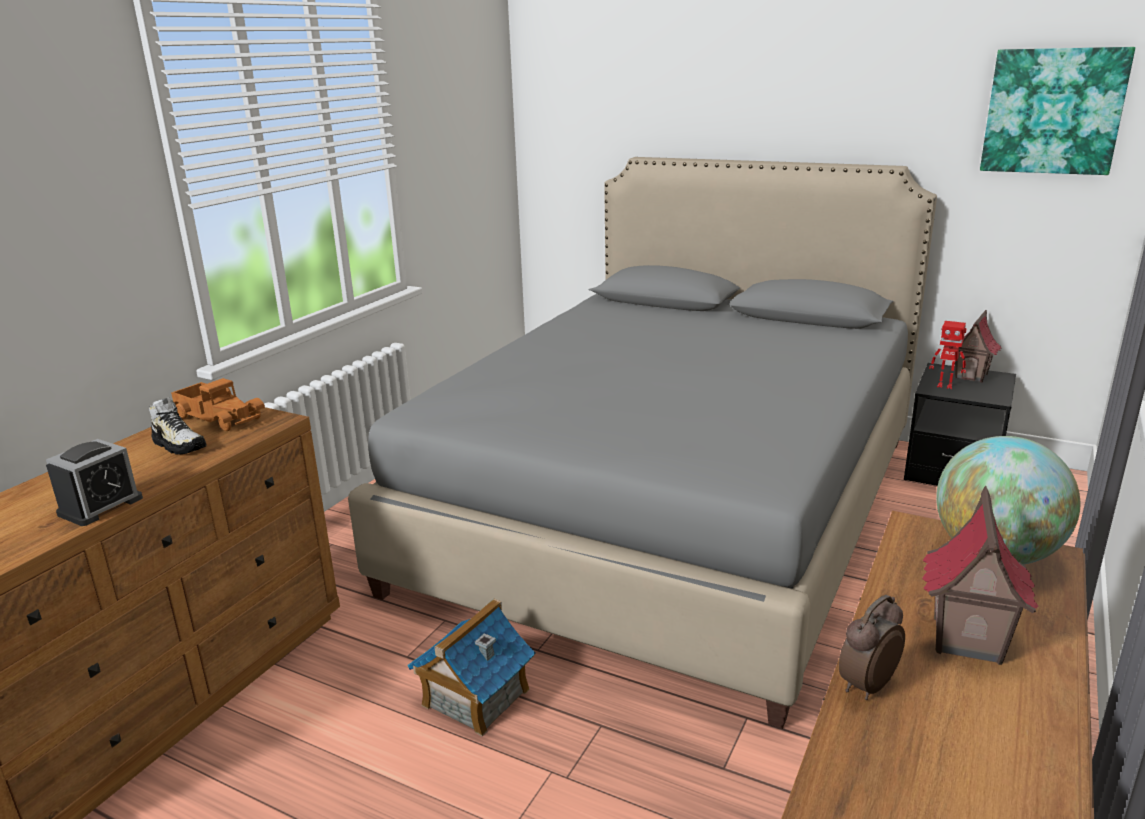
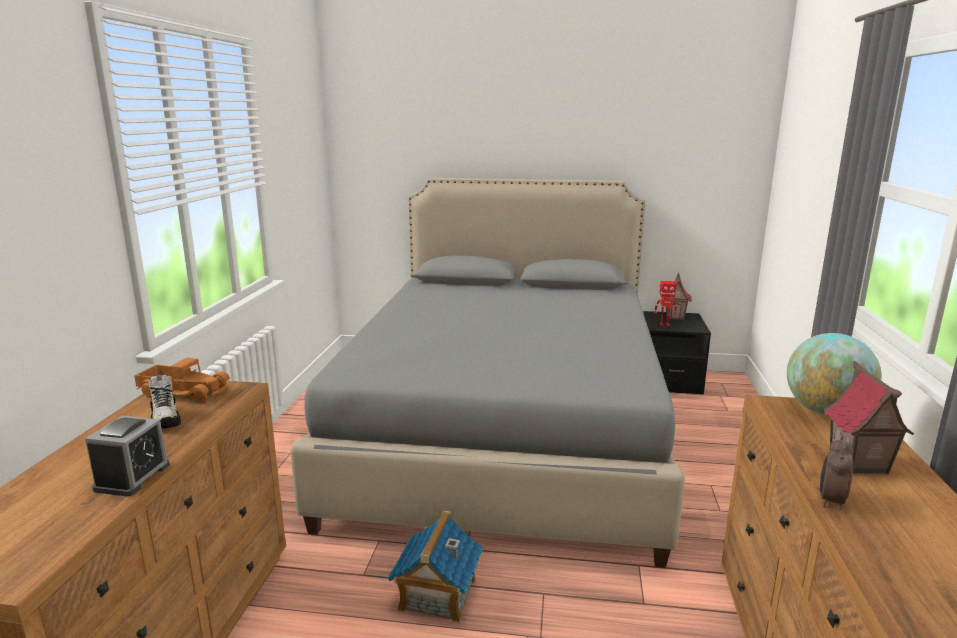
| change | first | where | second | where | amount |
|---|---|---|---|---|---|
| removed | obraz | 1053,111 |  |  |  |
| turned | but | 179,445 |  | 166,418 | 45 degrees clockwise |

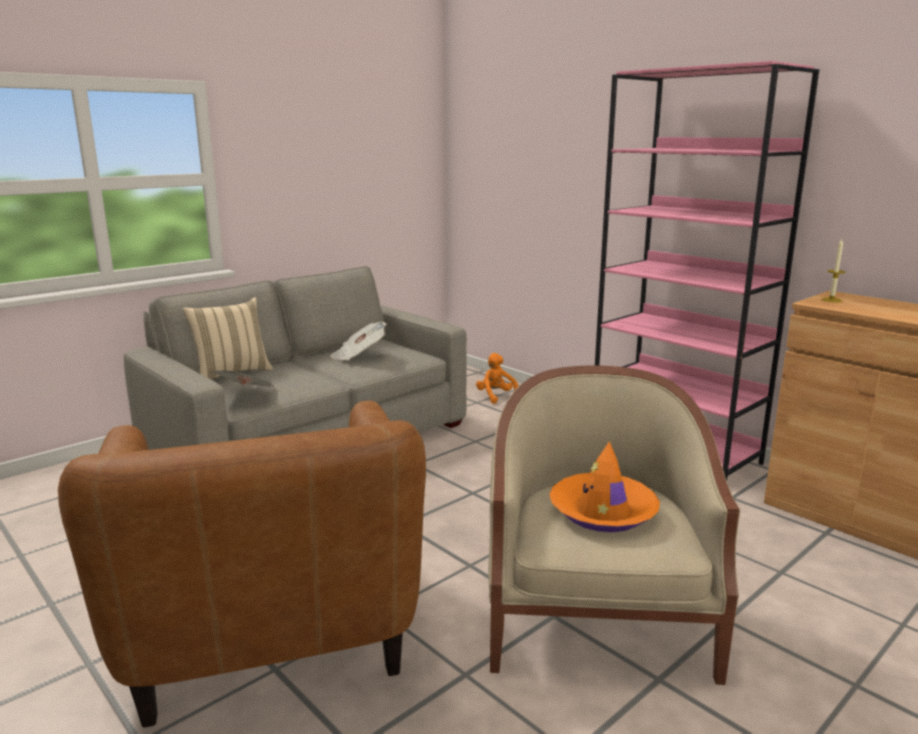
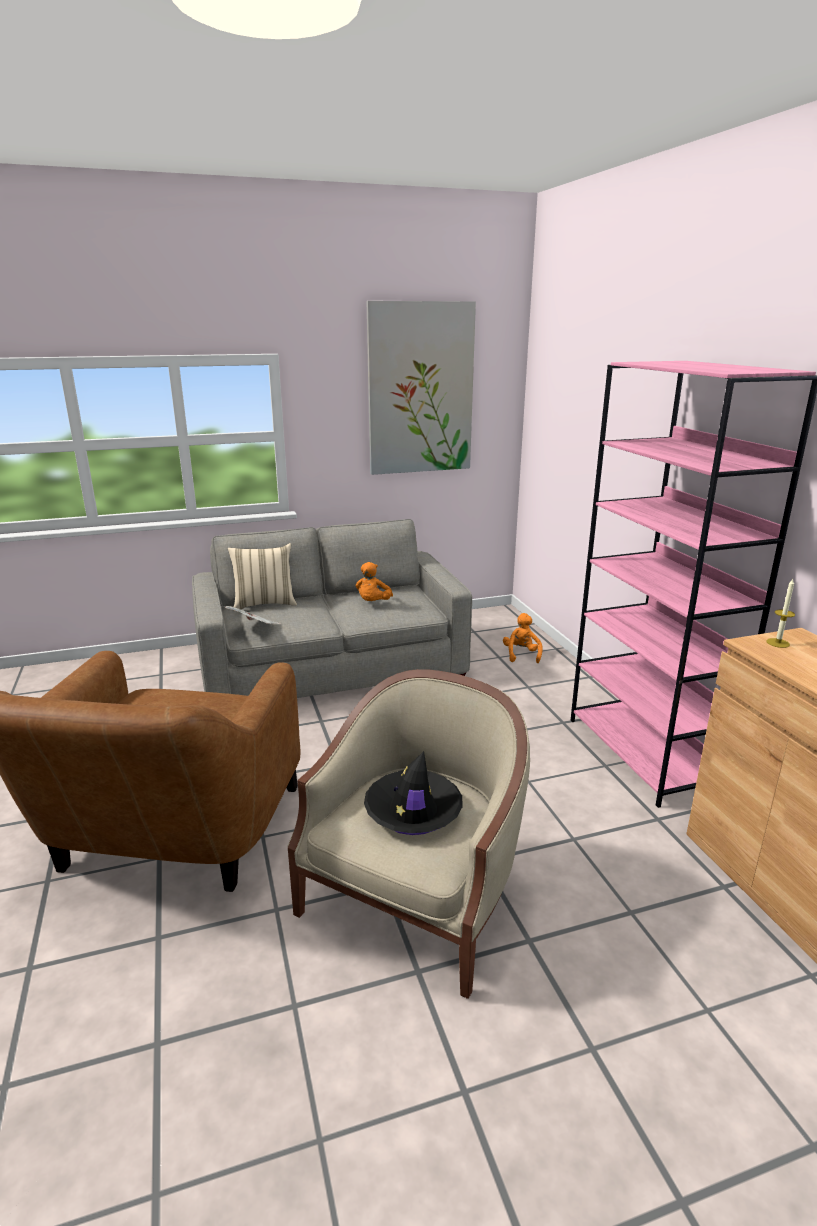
| change | first | where | second | where | amount |
|---|---|---|---|---|---|
| added |  |  | obraz | 420,389 |  |
| replaced | gazeta | 358,356 | pluszak/pomarańczowy | 373,603 |  |
| recoloured | kapelusz/pomarańczowy | 603,512 | kapelusz/czarny | 413,811 |  |

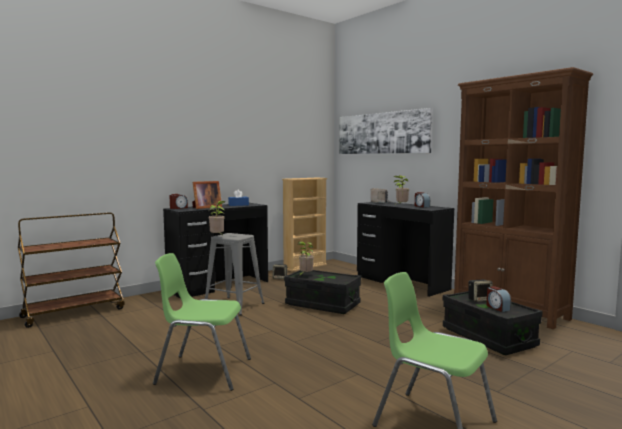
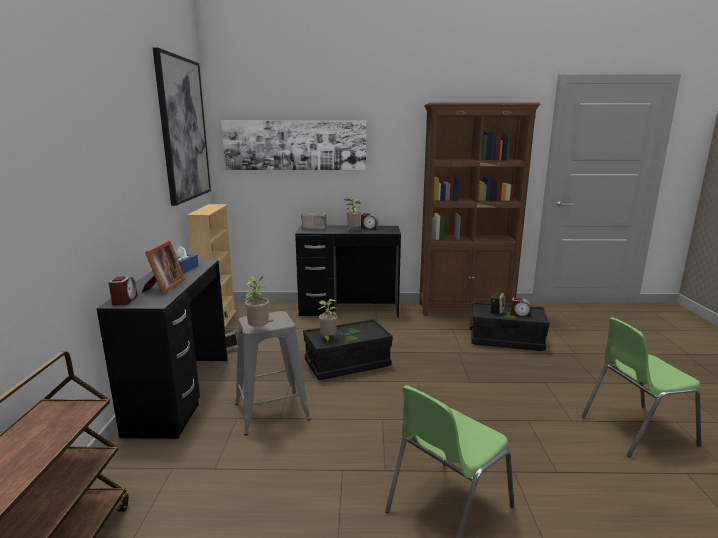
| change | first | where | second | where | amount |
|---|---|---|---|---|---|
| added |  |  | obraz | 183,129 |  |

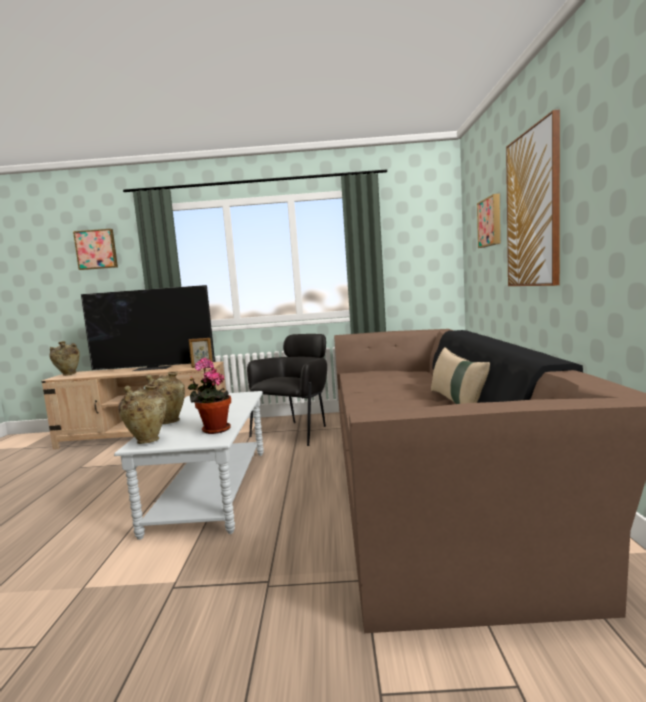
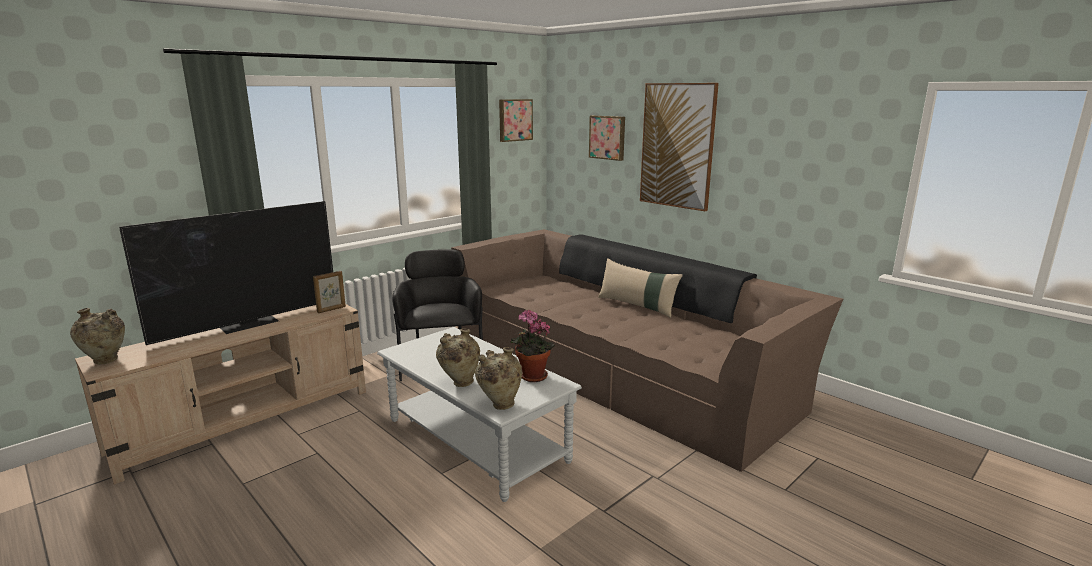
| change | first | where | second | where | amount |
|---|---|---|---|---|---|
| moved | obraz | 96,249 |  | 514,120 |  |

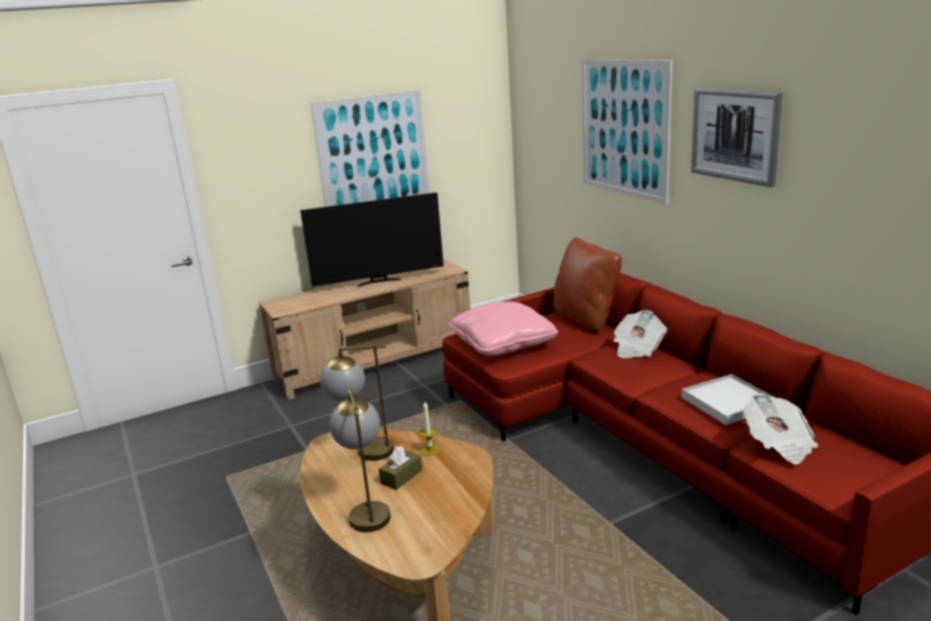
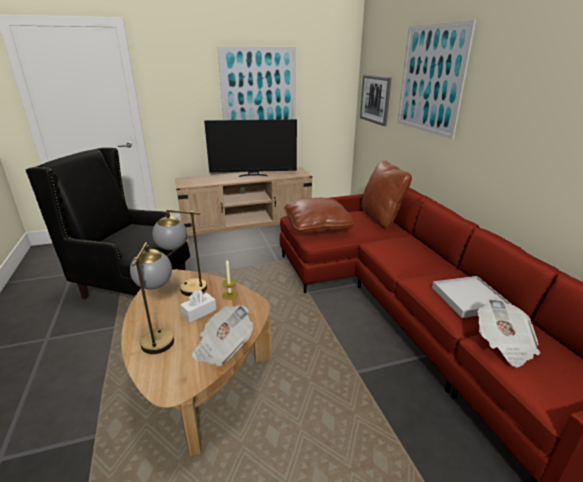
| change | first | where | second | where | amount |
|---|---|---|---|---|---|
| added |  |  | fotel/czarny | 134,288 |  |
| moved | gazeta | 637,348 |  | 223,347 |  |
| moved | obraz | 734,135 |  | 375,99 |  |
| recoloured | pudełko chusteczek/brązowy | 401,476 | pudełko chusteczek/biały | 199,312 |  |
| recoloured | poduszka/różowy | 503,344 | poduszka/brązowy | 317,226 |  |

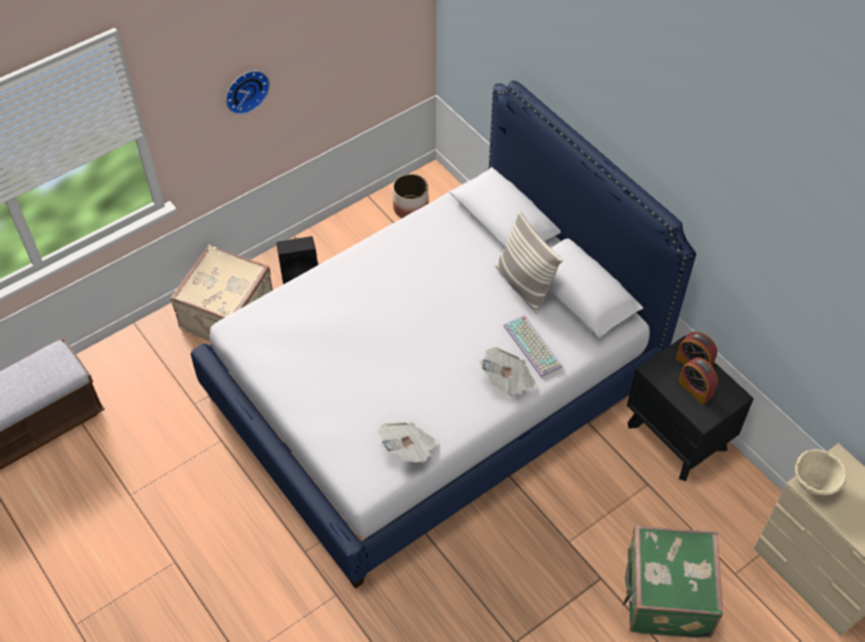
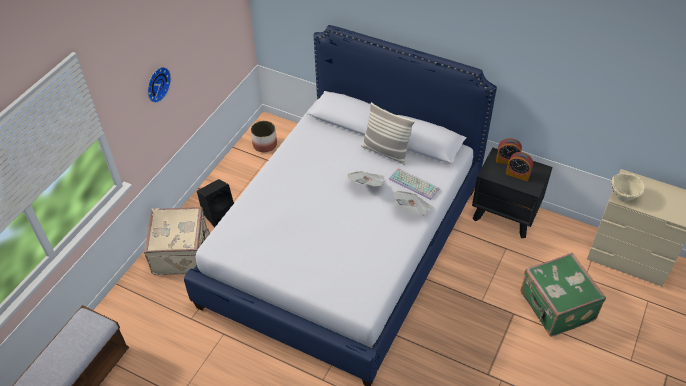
| change | first | where | second | where | amount |
|---|---|---|---|---|---|
| moved | gazeta | 409,449 |  | 367,185 |  |

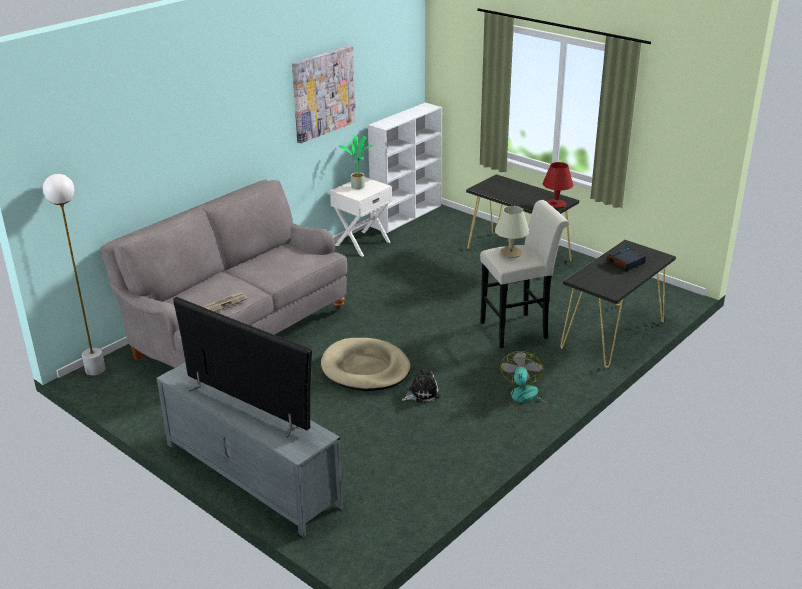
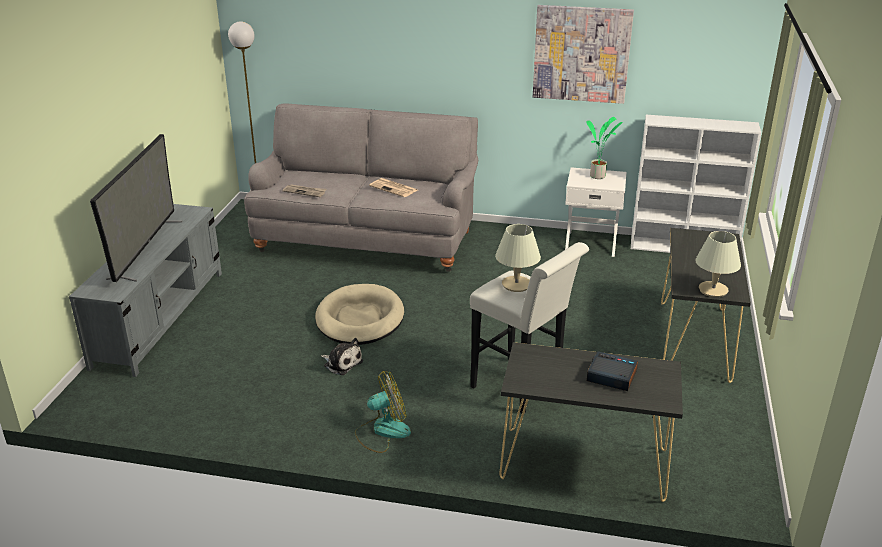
| change | first | where | second | where | amount |
|---|---|---|---|---|---|
| added |  |  | gazeta | 394,188 |  |
| recoloured | lampa stołowa/czerwony | 556,204 | lampa stołowa/beżowy | 713,290 |  |

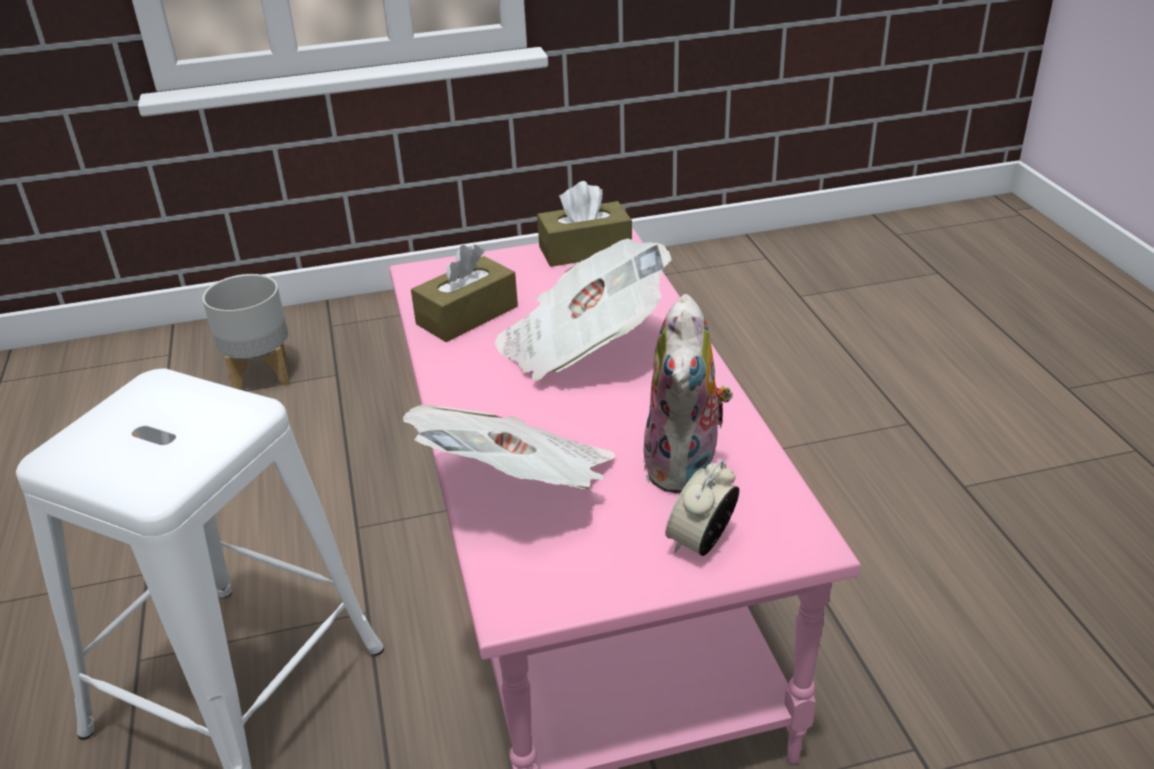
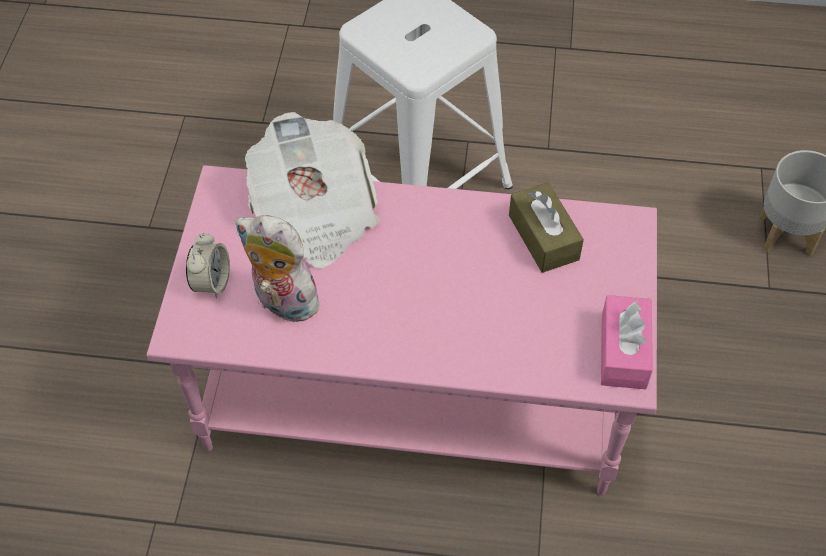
| change | first | where | second | where | amount |
|---|---|---|---|---|---|
| removed | gazeta | 581,347 |  |  |  |
| recoloured | pudełko chusteczek/brązowy | 585,250 | pudełko chusteczek/różowy | 623,351 |  |
| turned | budzik | 701,542 |  | 212,283 | 45 degrees clockwise |

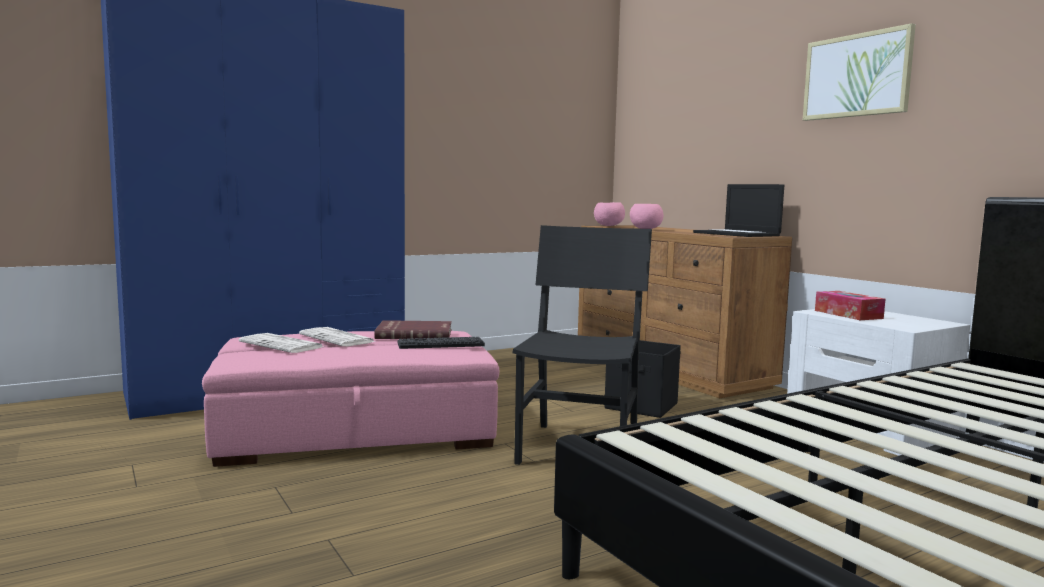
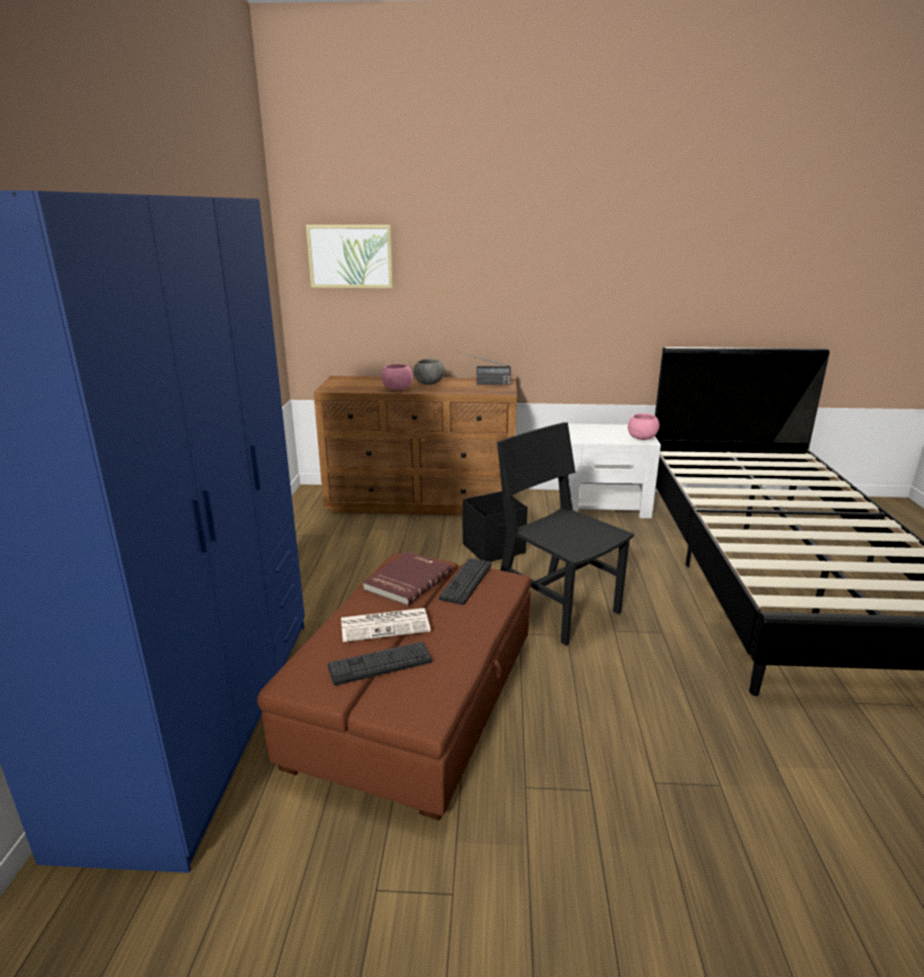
| change | first | where | second | where | amount |
|---|---|---|---|---|---|
| removed | pudełko chusteczek | 848,314 |  |  |  |
| added |  |  | miska/szary | 429,383 |  |
| moved | miska/różowy | 609,225 |  | 642,438 |  |
| moved | obraz | 857,76 |  | 350,256 |  |
| replaced | gazeta | 283,345 | klawiatura | 380,664 |  |
| replaced | laptop | 737,234 | radio | 484,384 |  |
| recoloured | pufa/różowy | 356,429 | pufa/brązowy | 415,697 |  |

